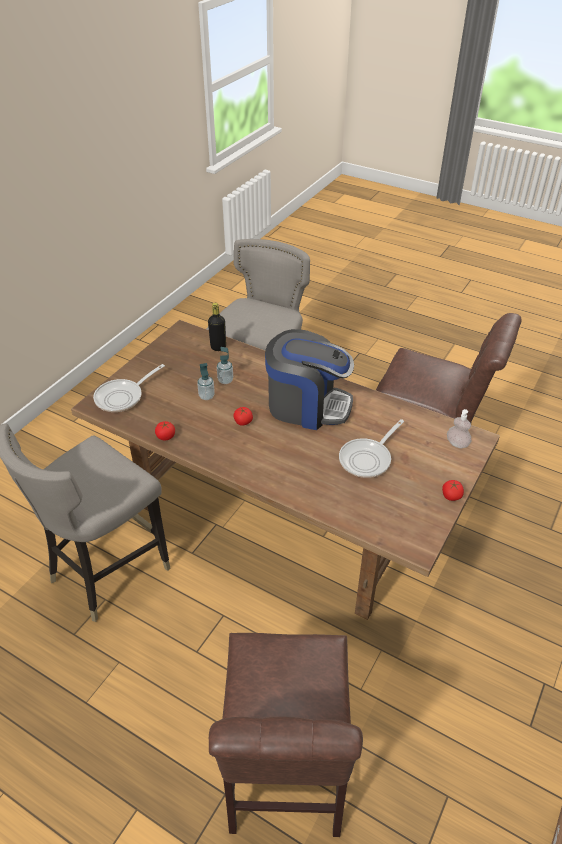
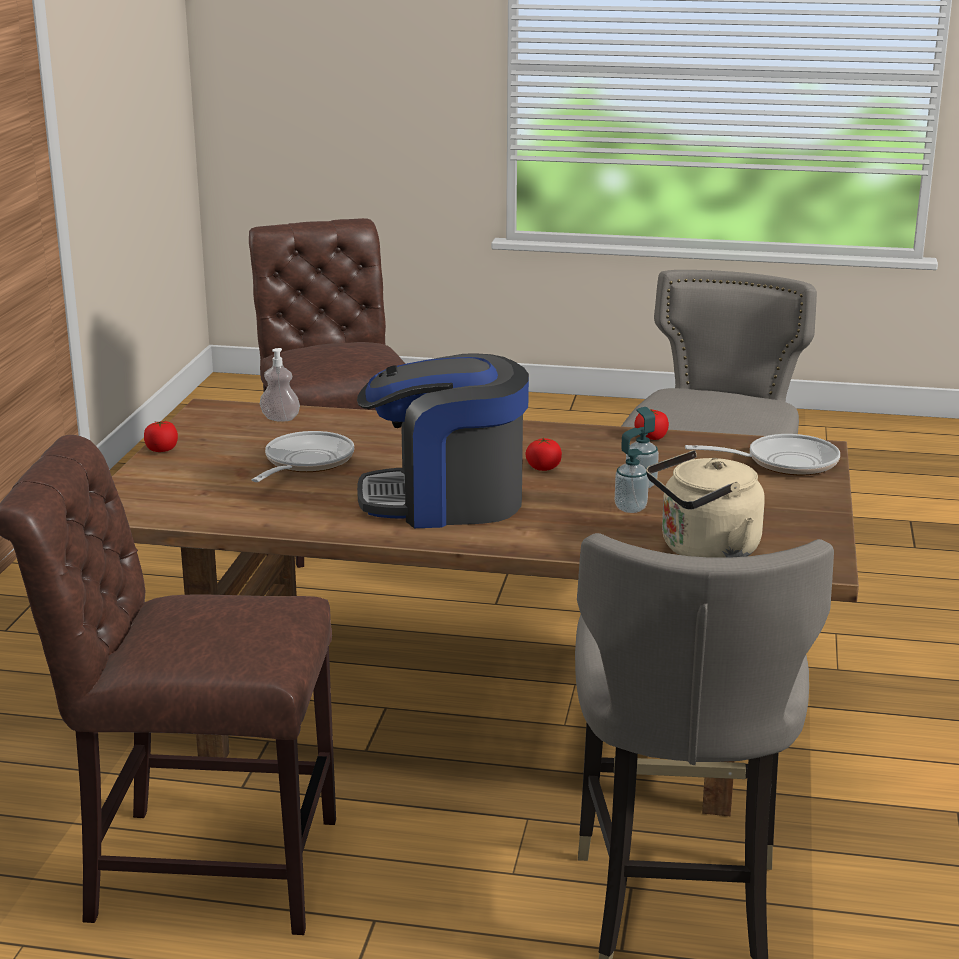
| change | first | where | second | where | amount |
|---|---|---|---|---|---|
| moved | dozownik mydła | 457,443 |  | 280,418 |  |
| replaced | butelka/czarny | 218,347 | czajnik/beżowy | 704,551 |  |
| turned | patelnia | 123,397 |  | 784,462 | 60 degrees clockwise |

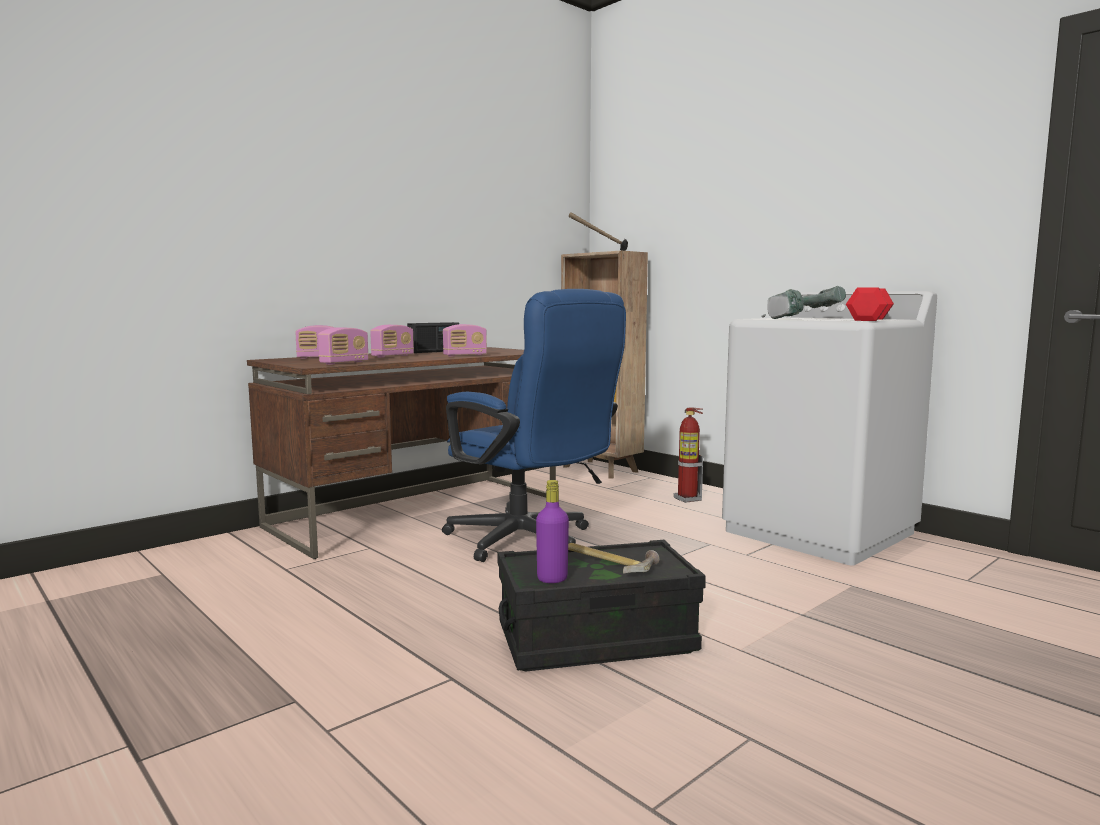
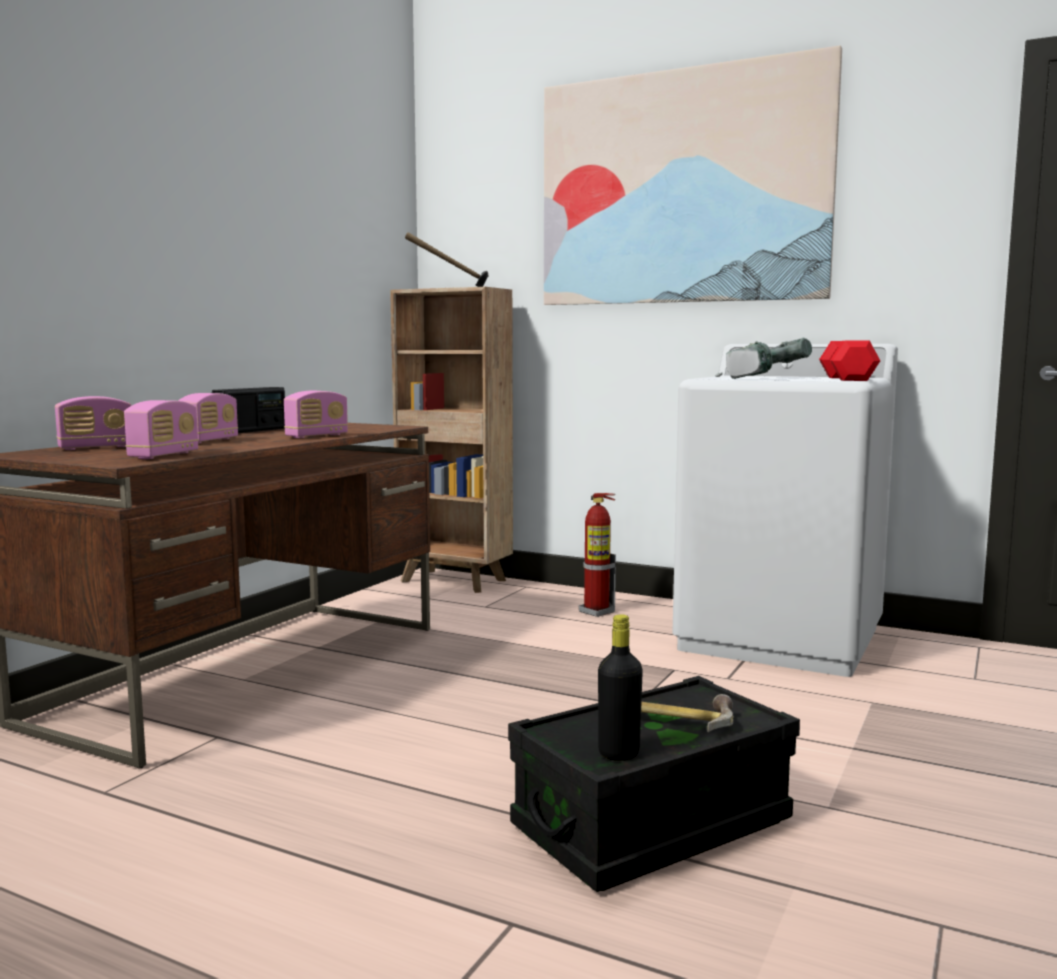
| change | first | where | second | where | amount |
|---|---|---|---|---|---|
| removed | krzesło biurowe/niebieski | 530,542 |  |  |  |
| added |  |  | obraz | 681,188 |  |
| recoloured | butelka/fioletowy | 552,579 | butelka/czarny | 618,753 |  |

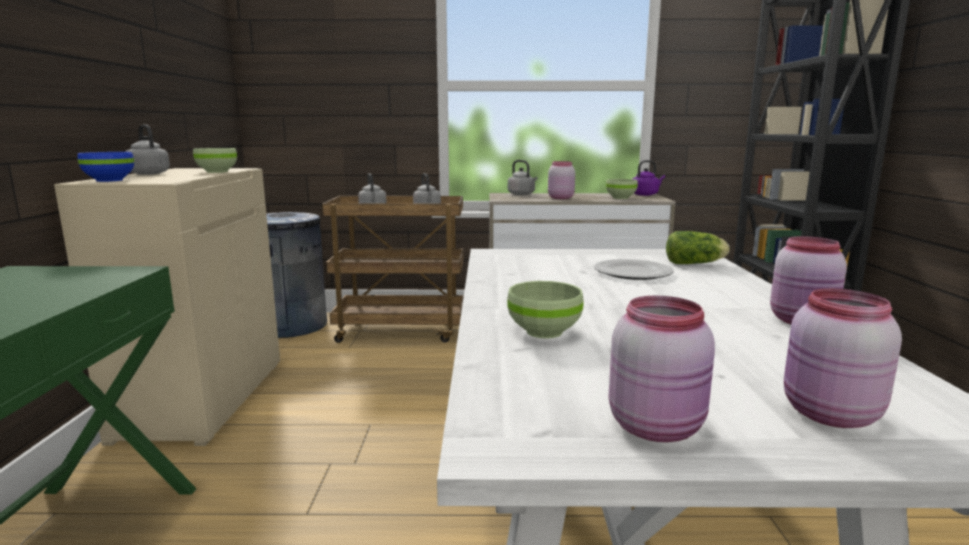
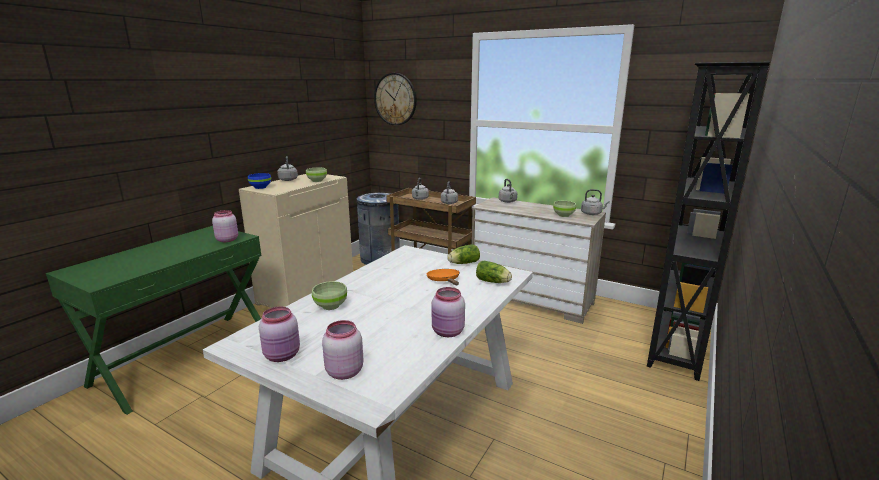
| change | first | where | second | where | amount |
|---|---|---|---|---|---|
| added |  |  | zegar ścienny | 395,99 |  |
| added |  |  | sałata | 463,263 |  |
| moved | słoik/różowy | 560,198 |  | 227,240 |  |
| replaced | talerz | 633,272 | patelnia/pomarańczowy | 444,281 |  |
| recoloured | czajnik/fioletowy | 645,194 | czajnik/szary | 592,213 |  |

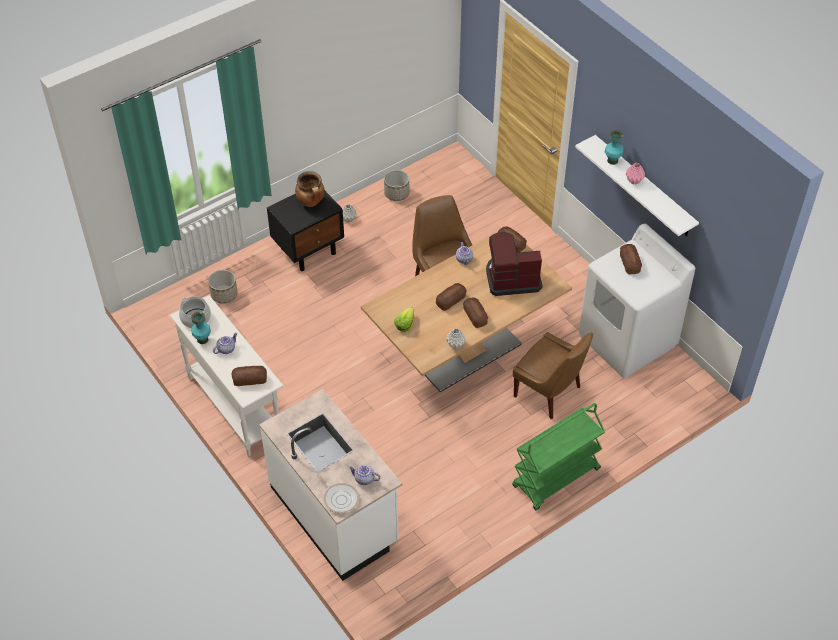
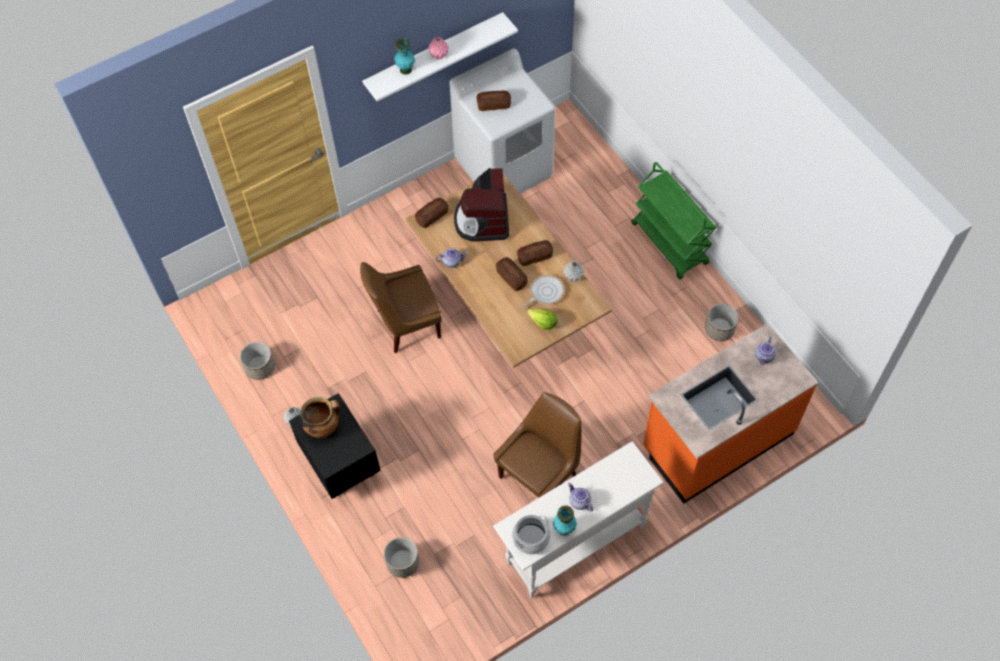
| change | first | where | second | where | amount |
|---|---|---|---|---|---|
| removed | chleb | 250,380 |  |  |  |
| added |  |  | donica | 719,329 |  |
| moved | patelnia | 340,498 |  | 545,292 |  |
| moved | krzesło/brązowy | 549,393 |  | 540,475 |  |
| recoloured | zabudowa kuchenna/biały | 335,515 | zabudowa kuchenna/pomarańczowy | 716,440 |  |

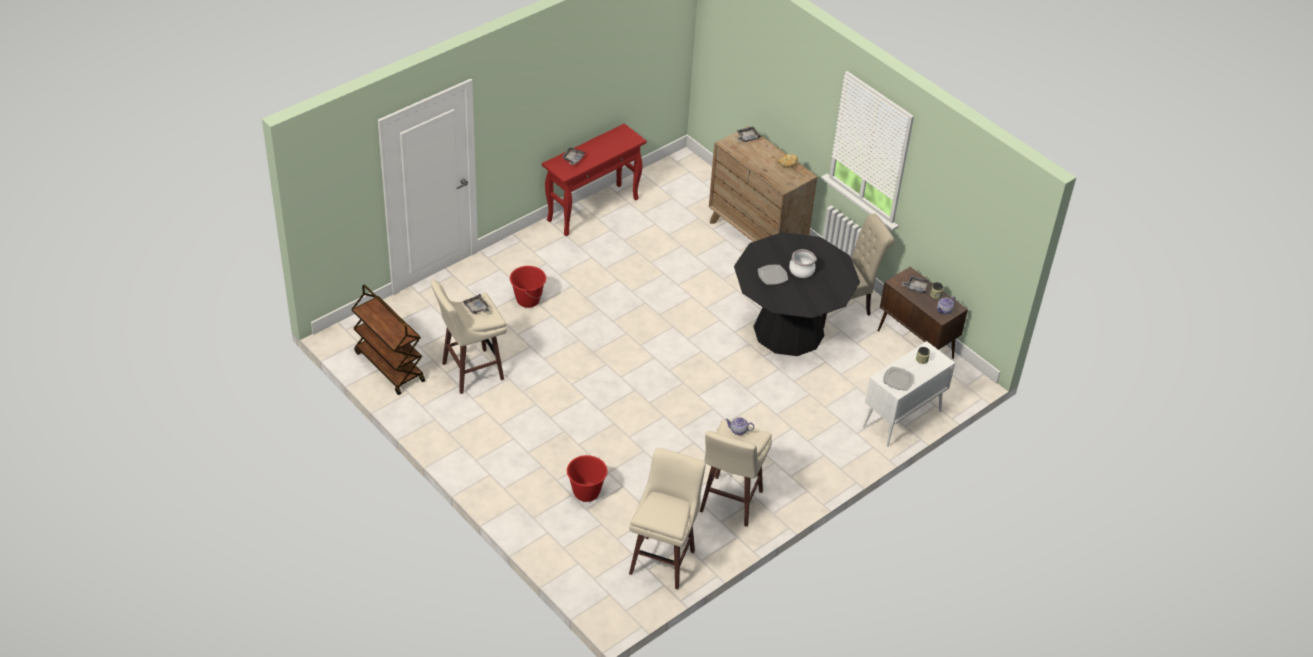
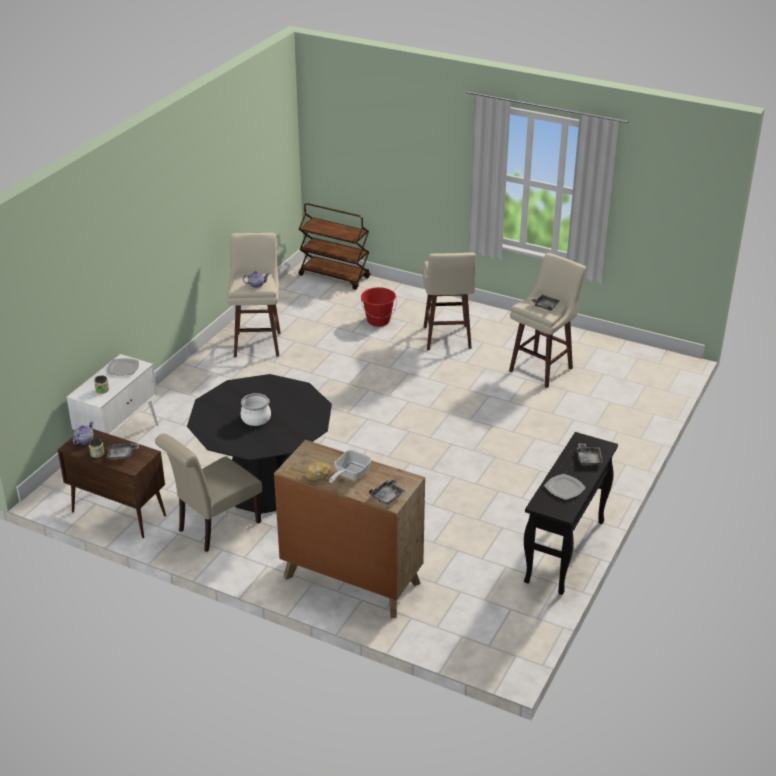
| change | first | where | second | where | amount |
|---|---|---|---|---|---|
| removed | wiadro/czerwony | 528,300 |  |  |  |
| added |  |  | patelnia | 350,475 |  |
| moved | wózek/brązowy | 389,366 |  | 335,276 |  |
| moved | stołek/beżowy | 663,561 |  | 446,338 |  |
| moved | talerz | 772,275 |  | 565,488 |  |
| recoloured | stolik konsolowy/czerwony | 593,209 | stolik konsolowy/czarny | 565,552 |  |

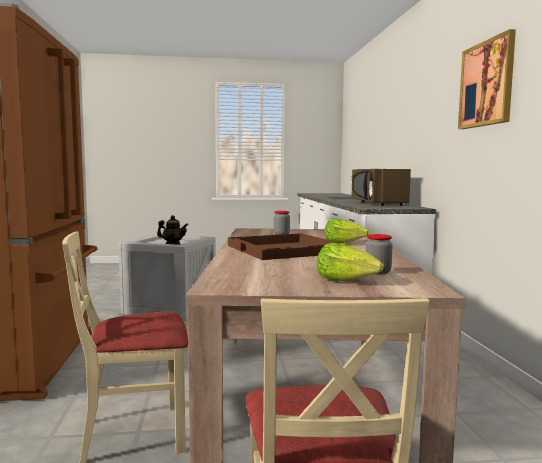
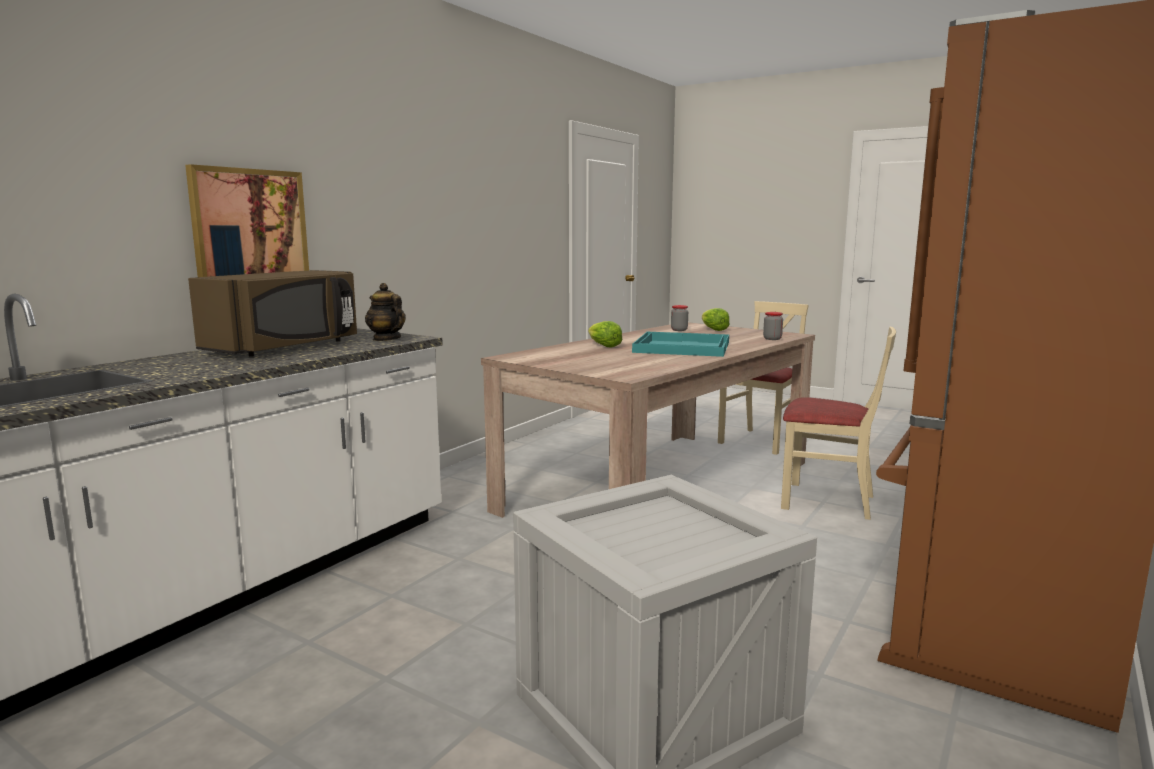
| change | first | where | second | where | amount |
|---|---|---|---|---|---|
| moved | imbryk | 173,244 |  | 386,339 |  |
| moved | słoik | 281,234 |  | 772,339 |  |
| moved | obraz | 486,84 |  | 250,230 |  |
| recoloured | taca/brązowy | 285,249 | taca/turkusowy | 681,347 |  |

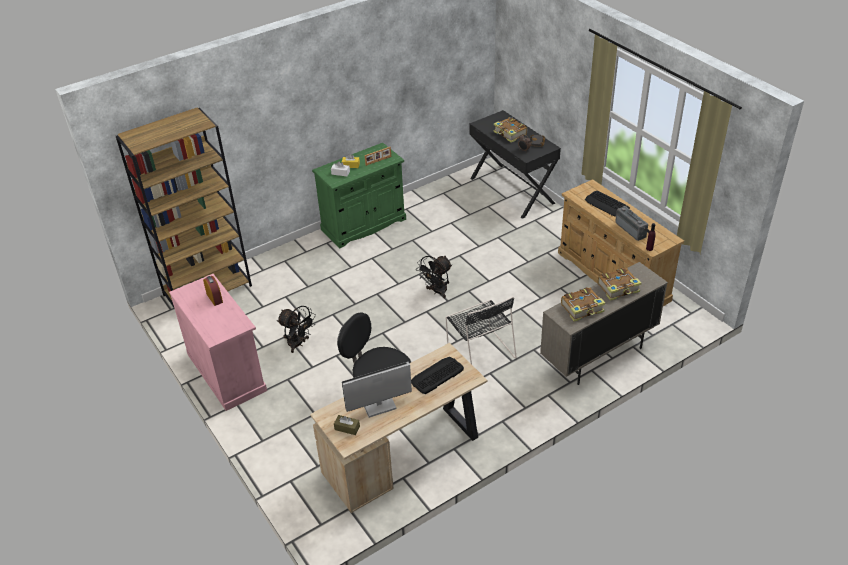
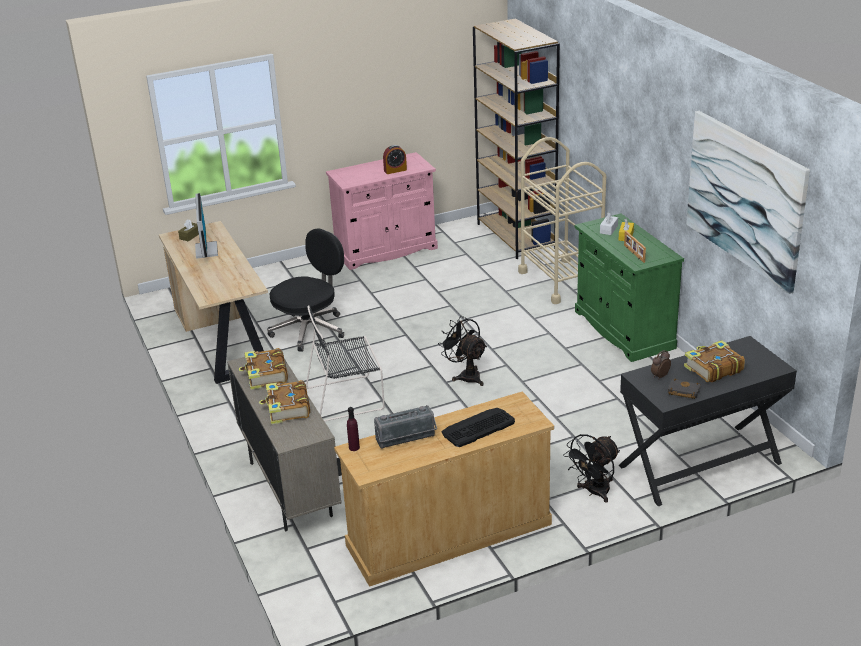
| change | first | where | second | where | amount |
|---|---|---|---|---|---|
| removed | klawiatura | 437,375 |  |  |  |
| added |  |  | wózek/beżowy | 561,281 |  |
| added |  |  | obraz | 745,198 |  |
| moved | wentylator/czarny | 298,344 |  | 594,492 |  |

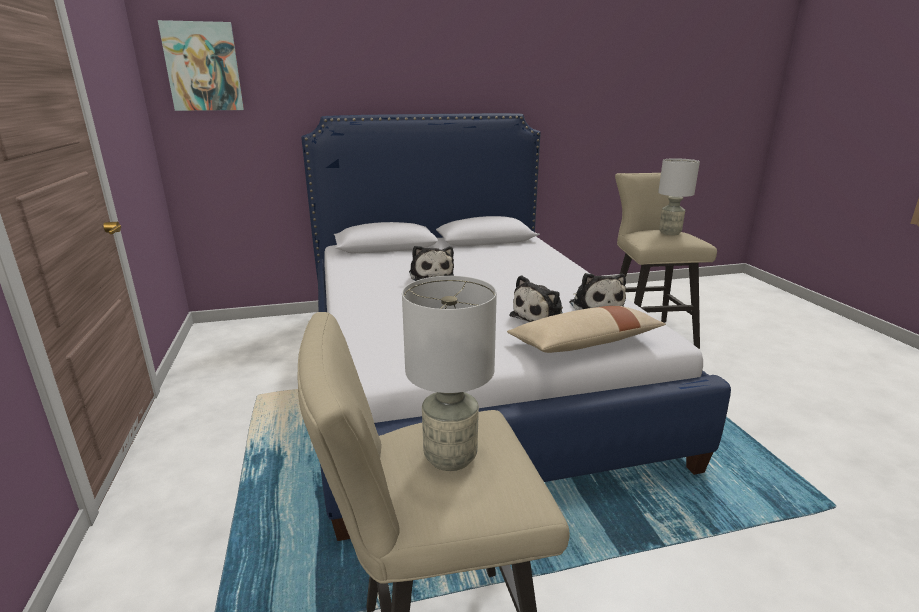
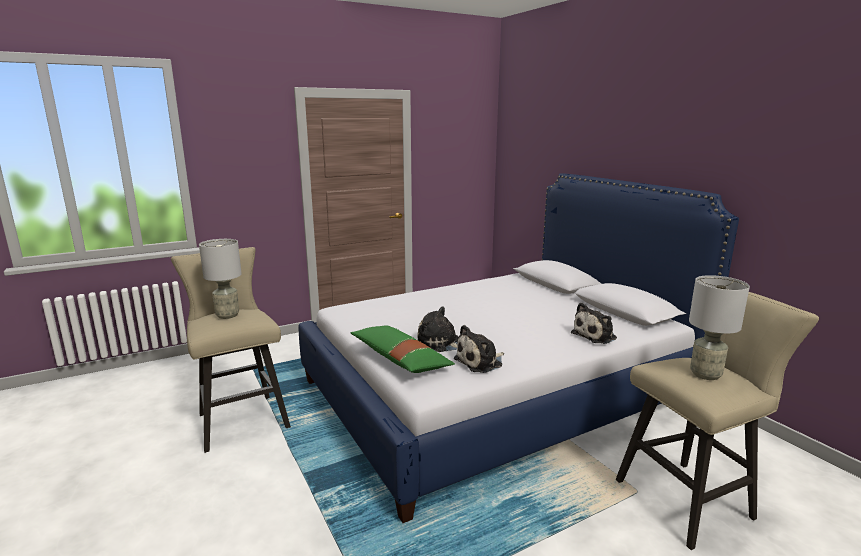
| change | first | where | second | where | amount |
|---|---|---|---|---|---|
| removed | obraz | 203,67 |  |  |  |
| moved | pluszak | 430,275 |  | 596,335 |  |
| recoloured | poduszka/beżowy | 584,343 | poduszka/zielony | 400,359 |  |

